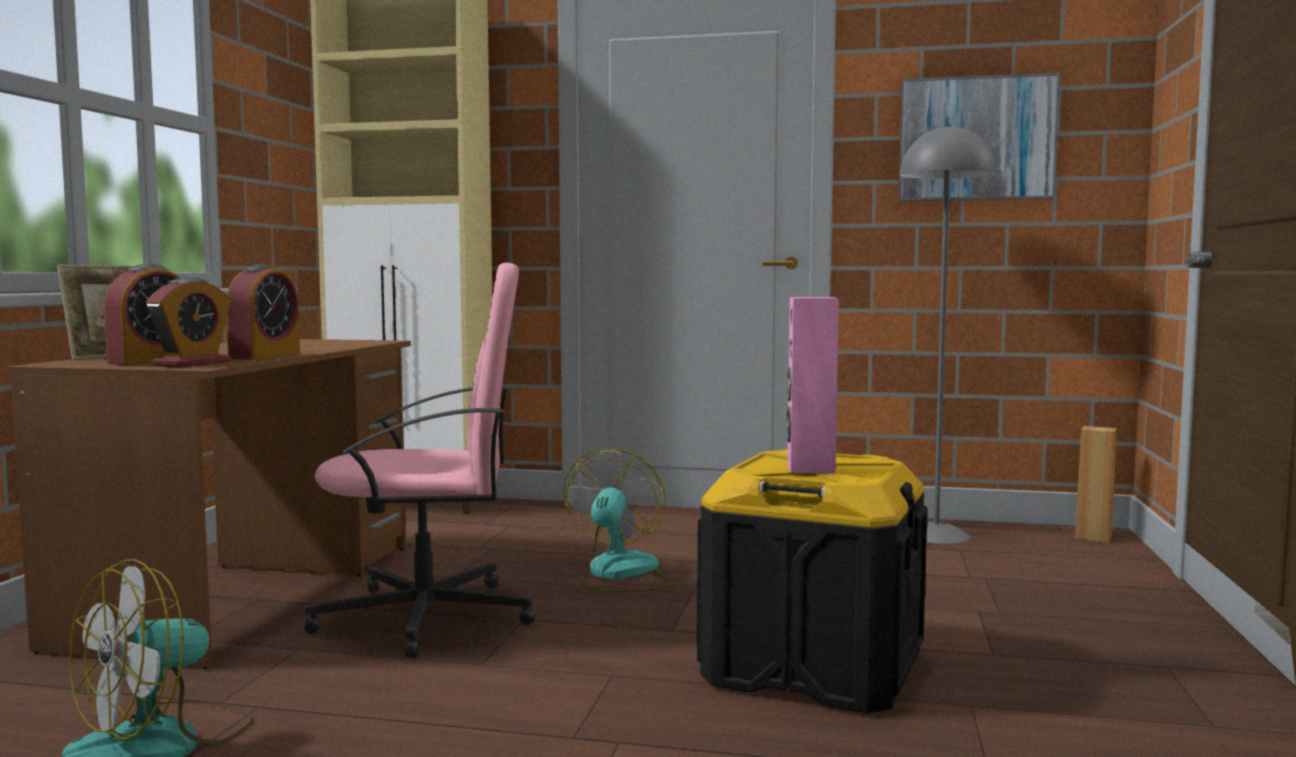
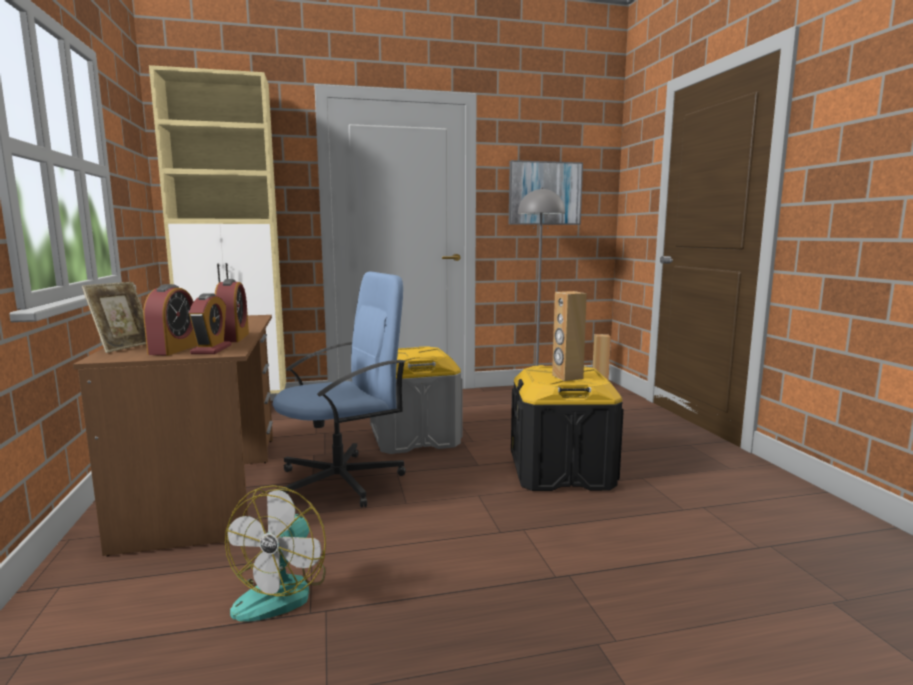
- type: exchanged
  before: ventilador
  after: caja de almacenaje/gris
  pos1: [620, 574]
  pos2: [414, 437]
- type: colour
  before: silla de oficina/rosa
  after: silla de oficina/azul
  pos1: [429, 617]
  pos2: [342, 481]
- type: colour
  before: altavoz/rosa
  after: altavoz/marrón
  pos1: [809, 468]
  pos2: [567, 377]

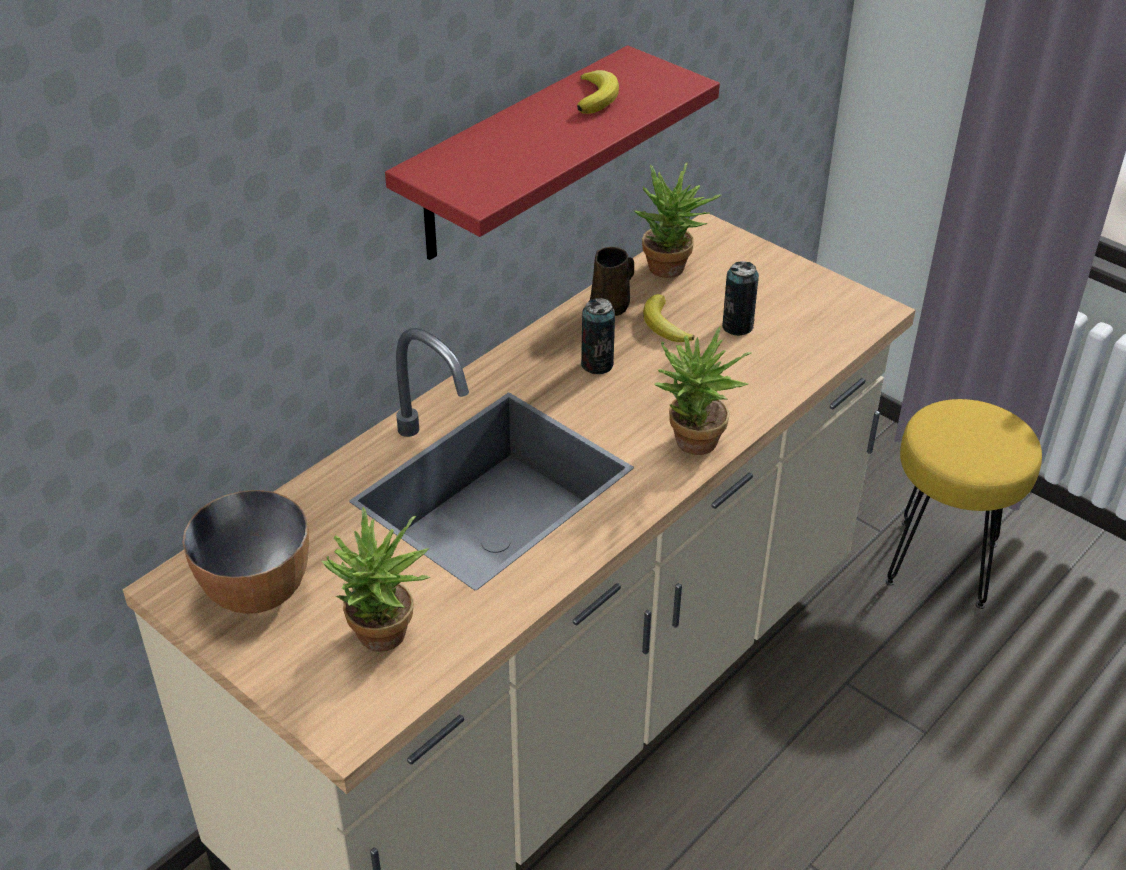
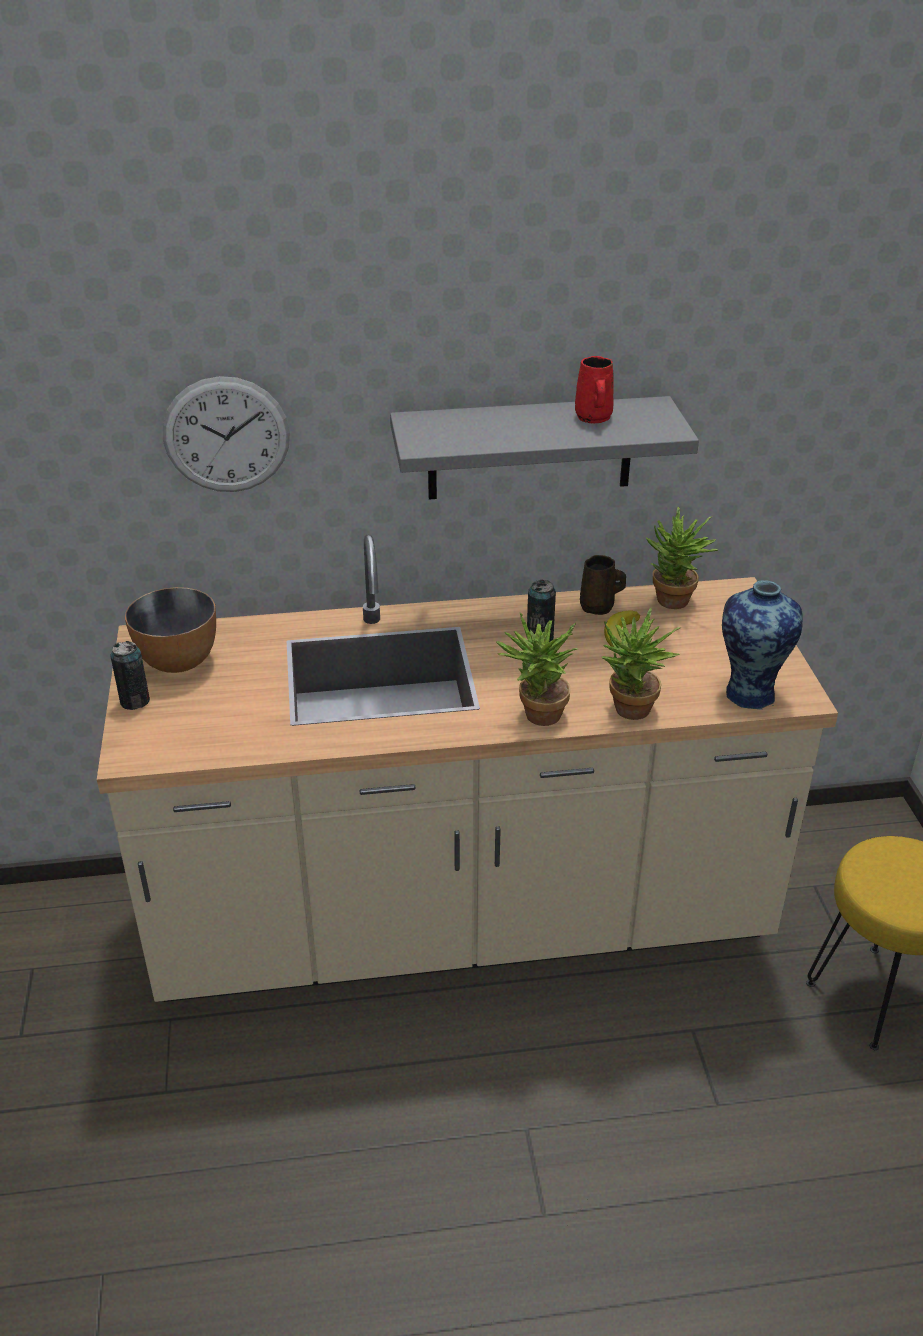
- type: appeared
  after: reloj de pared
  pos2: [226, 435]
- type: appeared
  after: florero
  pos2: [749, 692]
- type: relocated
  before: planta en maceta
  pos1: [383, 641]
  pos2: [629, 713]
- type: relocated
  before: lata
  pos1: [737, 326]
  pos2: [135, 701]
- type: exchanged
  before: plátano
  after: taza grande/rojo
  pos1: [597, 96]
  pos2: [593, 418]
- type: colour
  before: estante/rojo
  after: estante/gris
  pos1: [515, 156]
  pos2: [530, 448]

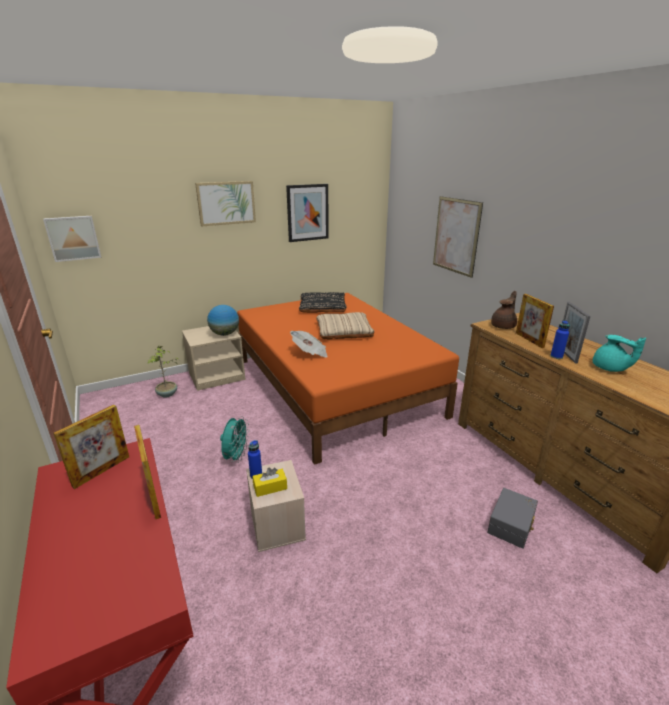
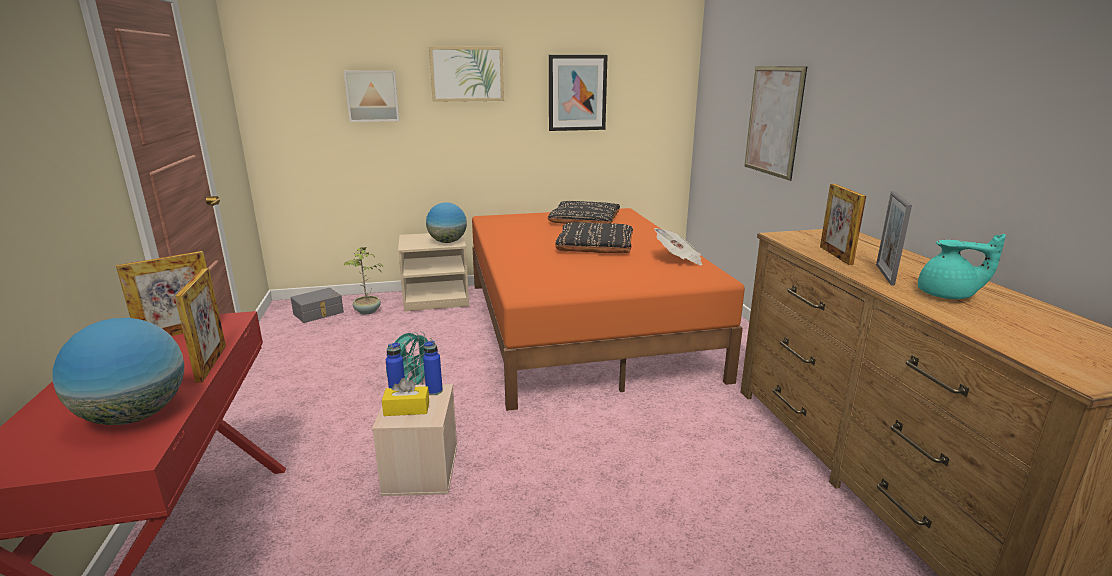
- type: missing
  before: tetera/marrón
  pos1: [504, 326]
- type: appeared
  after: globo terráqueo
  pos2: [134, 416]
- type: relocated
  before: cuadro
  pos1: [73, 238]
  pos2: [372, 96]
- type: relocated
  before: periódico
  pos1: [310, 353]
  pos2: [678, 260]
- type: relocated
  before: caja de almacenaje/gris
  pos1: [512, 525]
  pos2: [319, 313]
- type: relocated
  before: botella/azul
  pos1: [556, 356]
  pos2: [434, 391]
- type: colour
  before: cojín/beis
  after: cojín/negro
  pos1: [344, 330]
  pos2: [595, 245]
- type: spun
  before: tetera/turquesa
  pos1: [609, 368]
  pos2: [947, 296]
  turn: -45

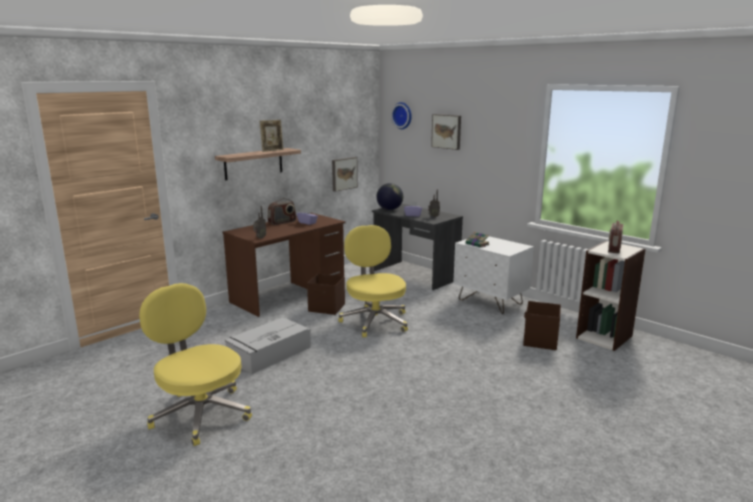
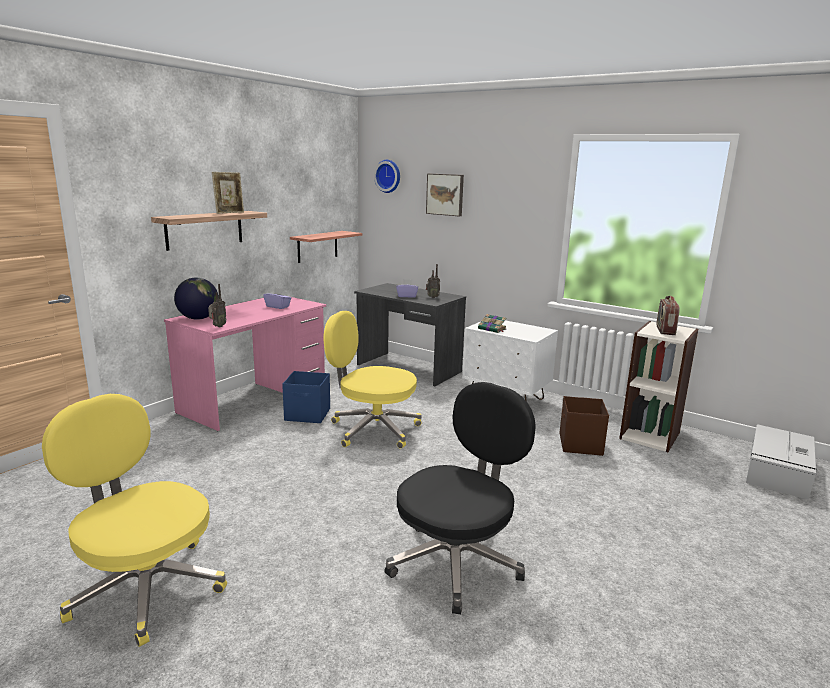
- type: missing
  before: radio
  pos1: [282, 222]
- type: appeared
  after: silla de oficina/negro
  pos2: [457, 561]
- type: relocated
  before: caja de almacenaje/gris
  pos1: [268, 354]
  pos2: [778, 471]
- type: relocated
  before: globo terráqueo
  pos1: [389, 209]
  pos2: [198, 318]
- type: exchanged
  before: cuadro
  after: estante
  pos1: [343, 173]
  pos2: [317, 246]
- type: colour
  before: escritorio/marrón
  after: escritorio/rosa
  pos1: [289, 294]
  pos2: [255, 399]
- type: colour
  before: caja de almacenaje/marrón
  after: caja de almacenaje/azul
  pos1: [327, 308]
  pos2: [308, 415]
- type: spun
  before: silla de oficina/amarillo
  pos1: [374, 321]
  pos2: [373, 429]
  turn: -45

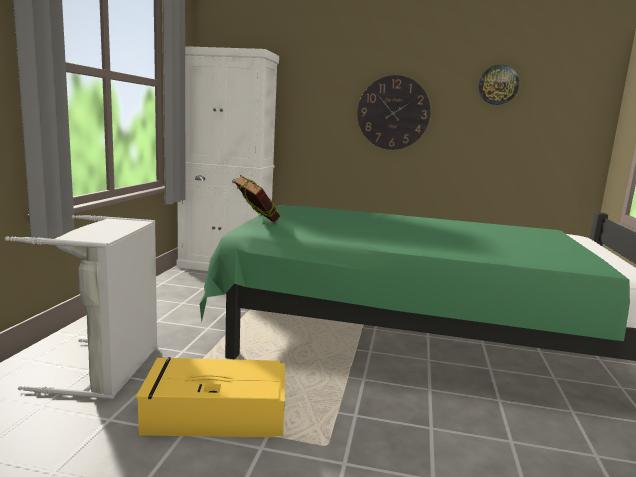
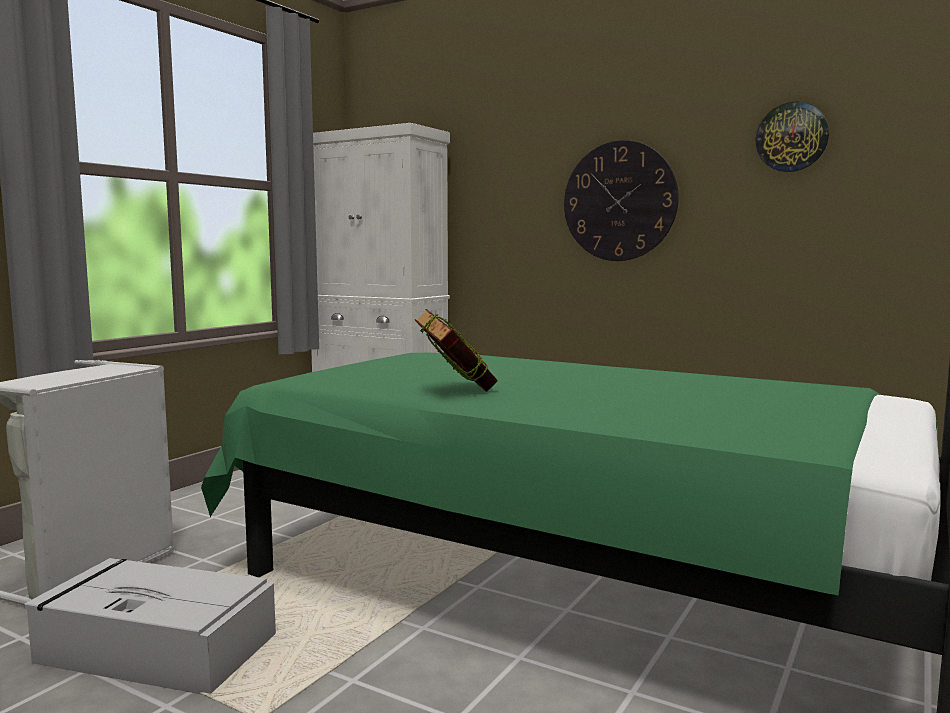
- type: relocated
  before: libro
  pos1: [256, 222]
  pos2: [456, 390]
- type: colour
  before: caja de almacenaje/amarillo
  after: caja de almacenaje/gris
  pos1: [214, 413]
  pos2: [154, 648]

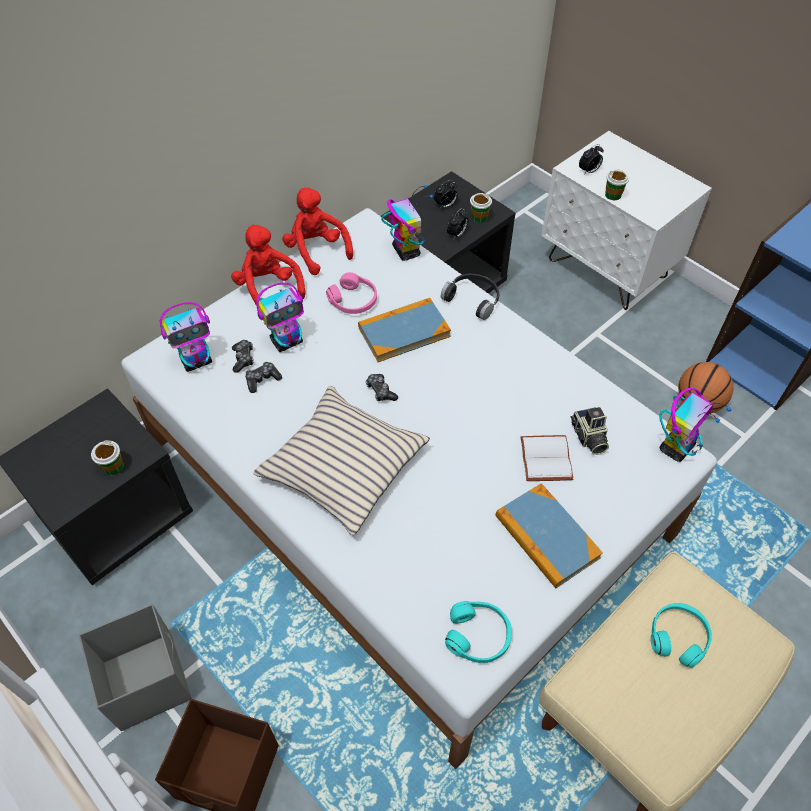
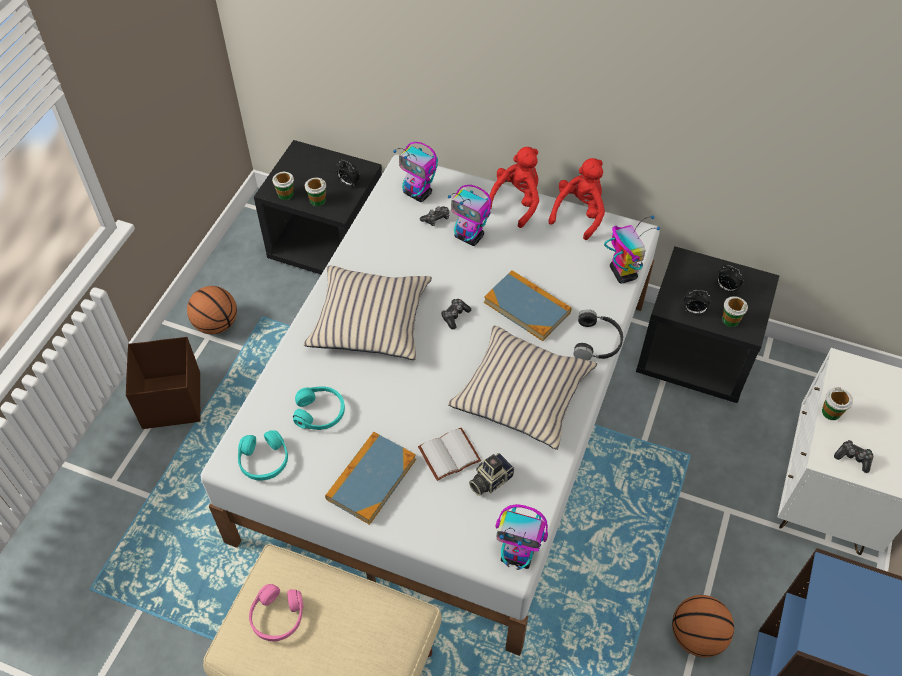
- type: appeared
  after: taza
  pos2: [286, 194]
- type: appeared
  after: cojín/beis
  pos2: [522, 393]
- type: relocated
  before: mando de consola
  pos1: [262, 380]
  pos2: [853, 458]
- type: relocated
  before: auriculares/rosa
  pos1: [353, 300]
  pos2: [277, 616]
- type: relocated
  before: despertador
  pos1: [589, 171]
  pos2: [348, 183]
- type: relocated
  before: auriculares/turquesa
  pos1: [678, 637]
  pos2: [320, 412]
- type: exchanged
  before: caja de almacenaje/gris
  after: balón de baloncesto
  pos1: [147, 679]
  pos2: [216, 324]
- type: spun
  before: robot de juguete
  pos1: [405, 251]
  pos2: [622, 273]
  turn: -60

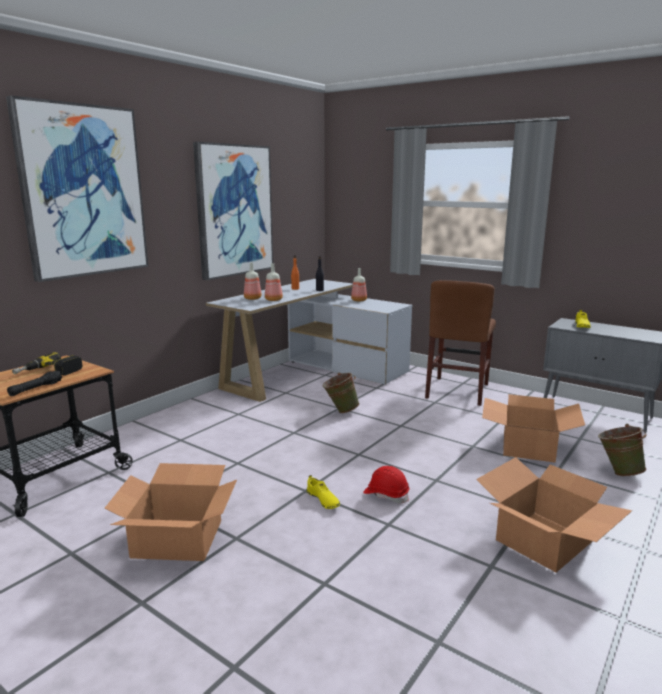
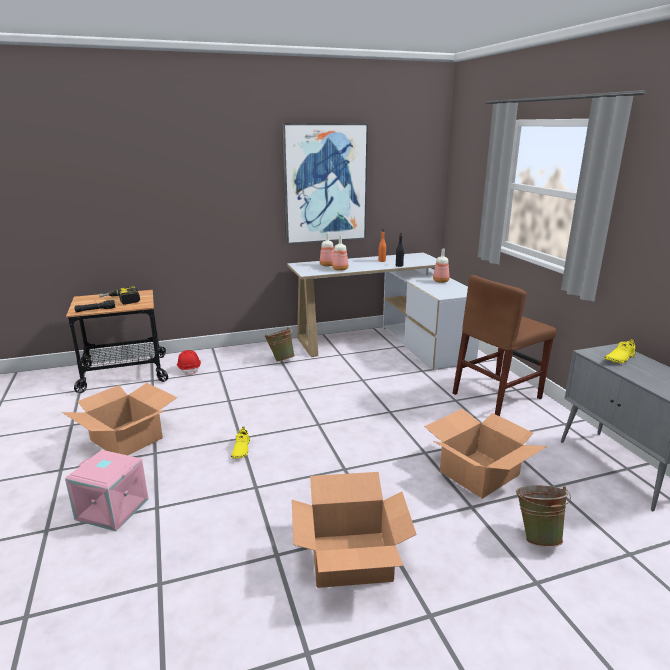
- type: missing
  before: cuadro
  pos1: [83, 191]
- type: appeared
  after: caja de almacenaje/rosa
  pos2: [111, 510]
- type: relocated
  before: cubo/verde
  pos1: [340, 411]
  pos2: [280, 359]
- type: relocated
  before: casco/rojo
  pos1: [386, 495]
  pos2: [189, 369]

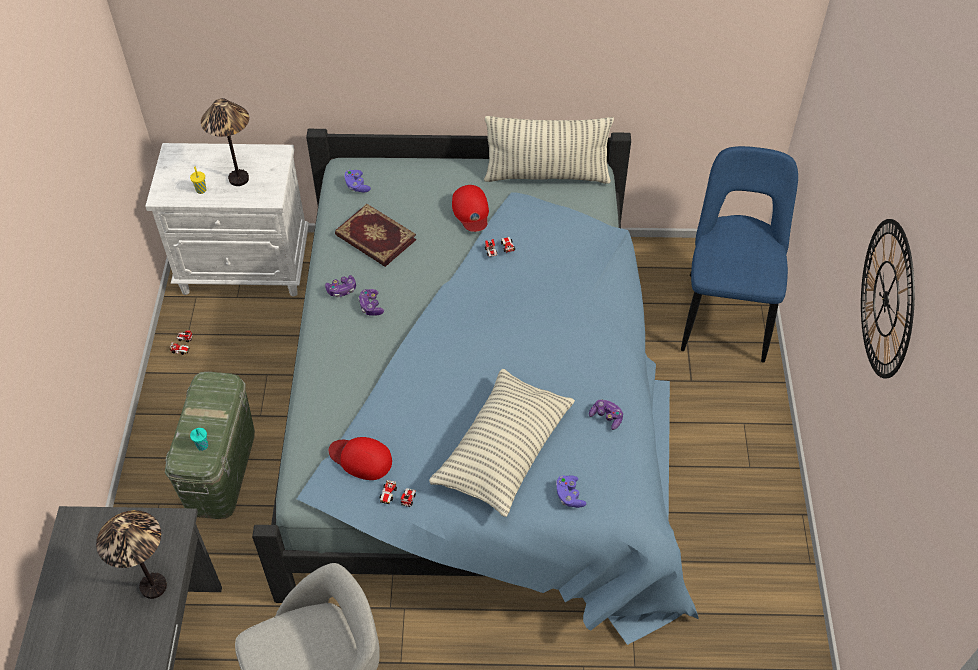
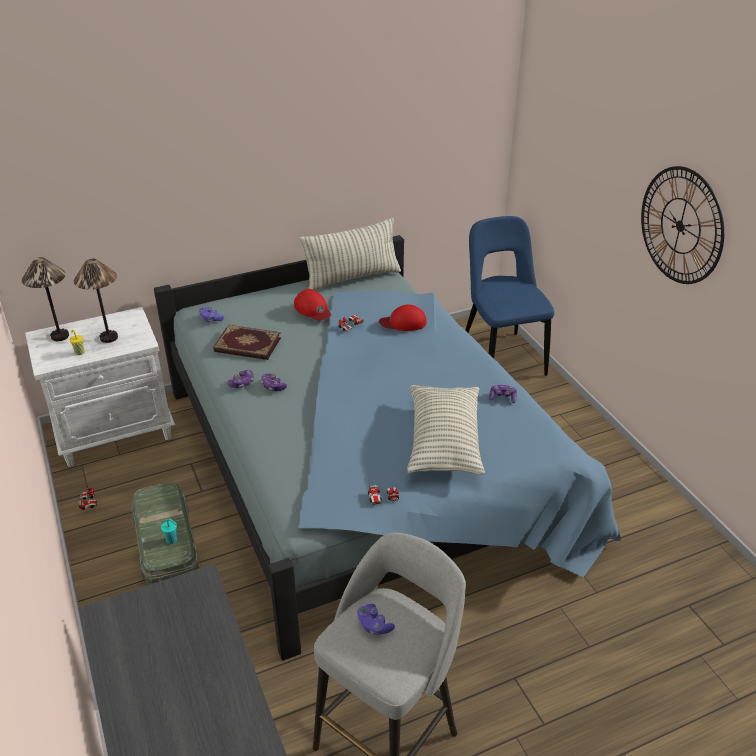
- type: relocated
  before: lámpara de mesa
  pos1: [154, 586]
  pos2: [60, 336]
- type: relocated
  before: gorra/rojo
  pos1: [361, 459]
  pos2: [403, 322]
- type: relocated
  before: mando de consola/morado
  pos1: [569, 496]
  pos2: [374, 625]

